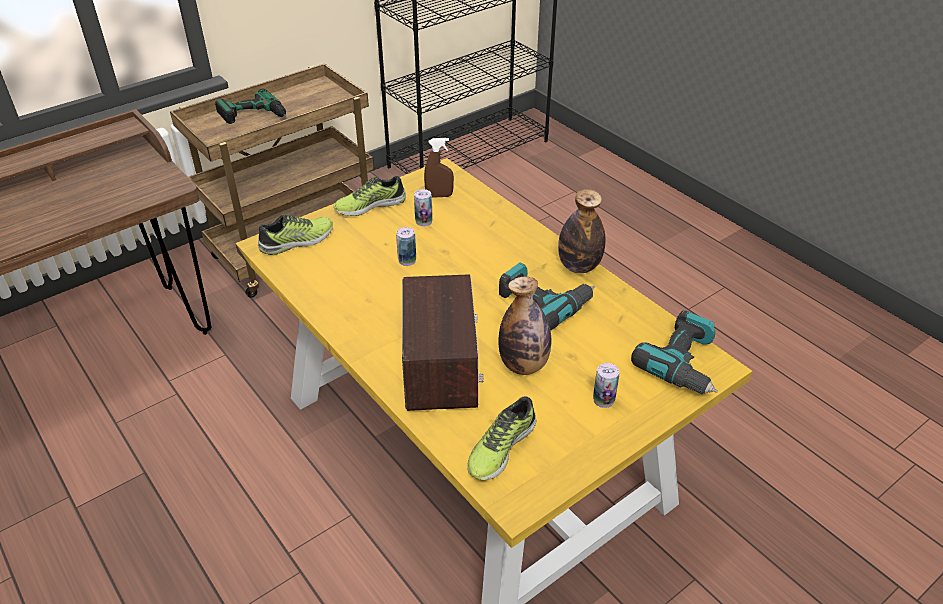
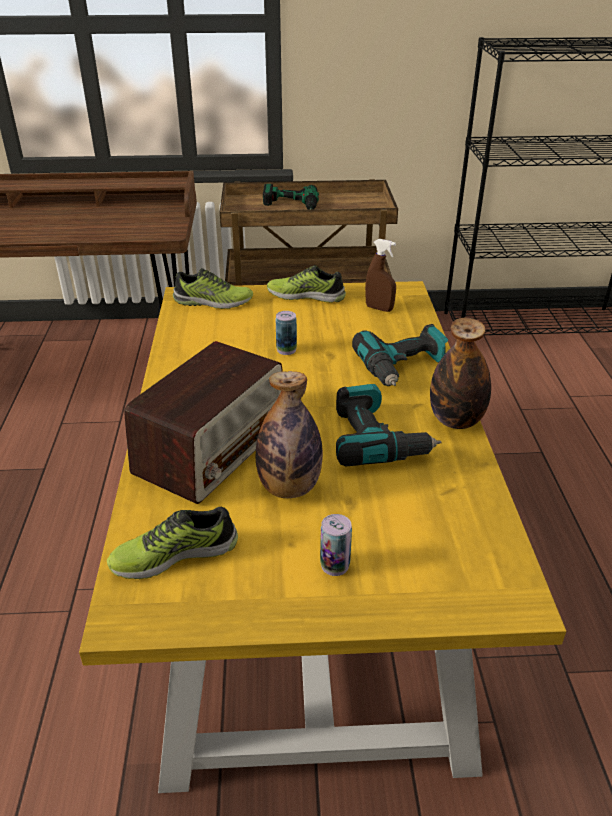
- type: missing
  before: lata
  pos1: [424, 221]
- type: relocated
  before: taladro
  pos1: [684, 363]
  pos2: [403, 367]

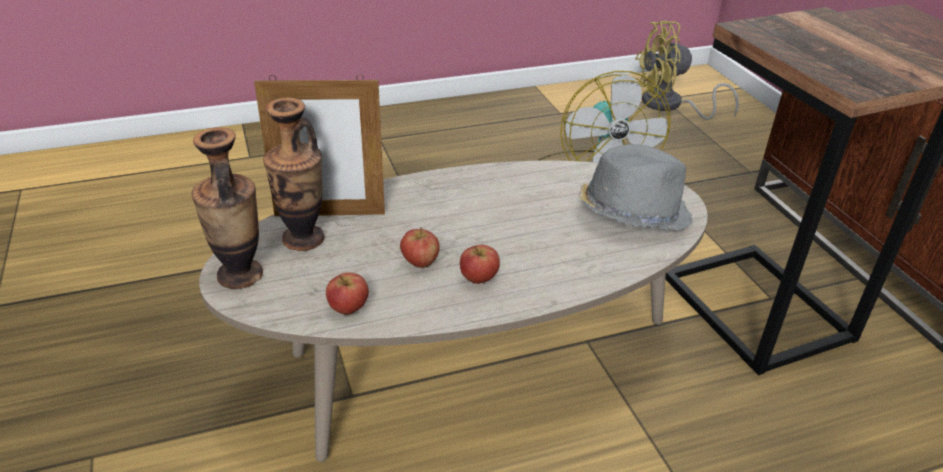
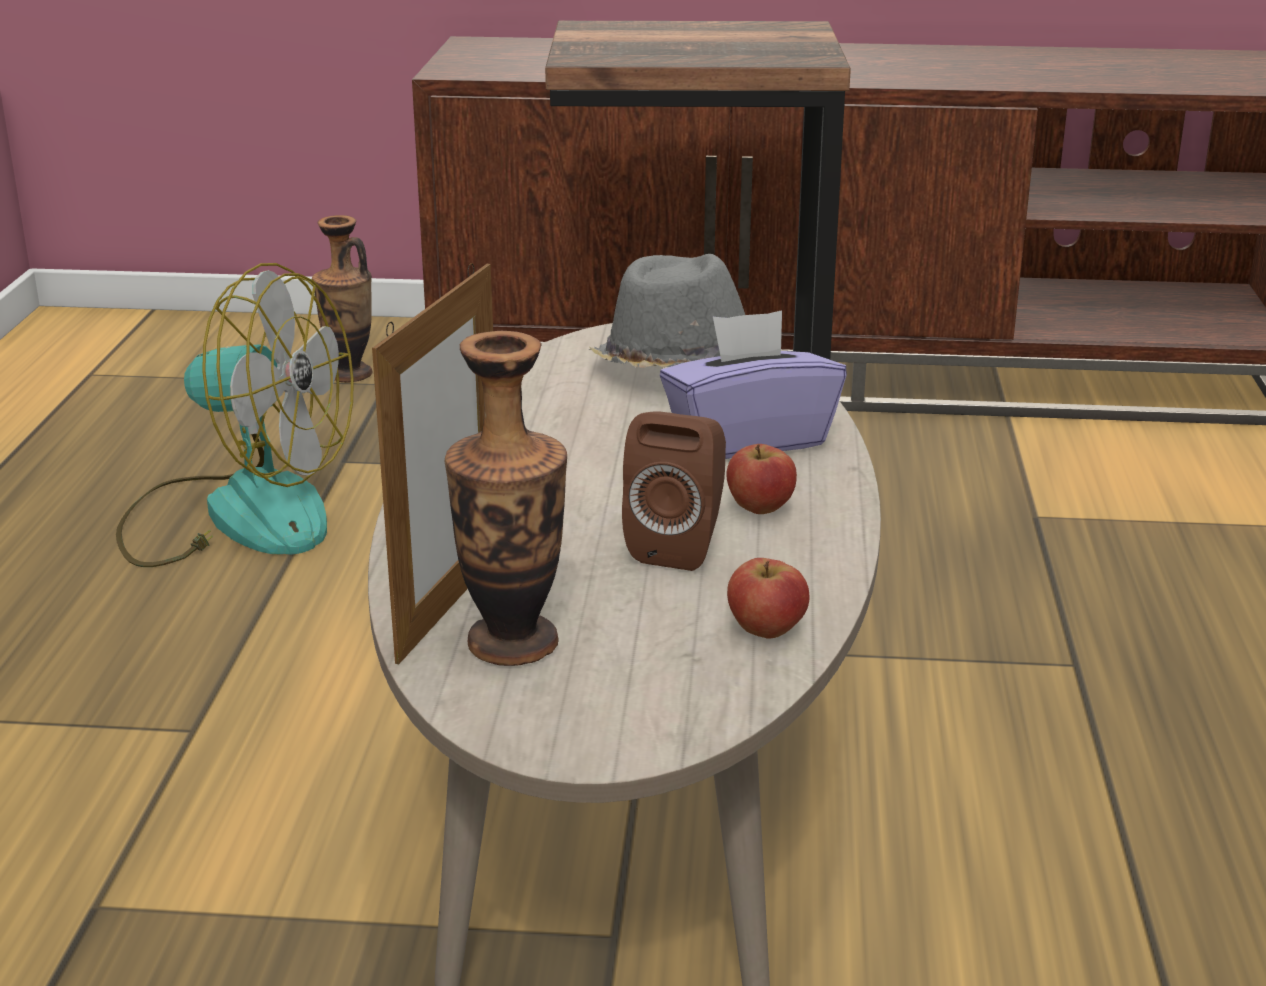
- type: missing
  before: ventilador/amarillo
  pos1: [669, 106]
- type: appeared
  after: caja de pañuelos/morado
  pos2: [748, 439]
- type: relocated
  before: florero
  pos1: [240, 275]
  pos2: [349, 374]
- type: exchanged
  before: manzana
  after: altavoz/marrón
  pos1: [420, 262]
  pos2: [679, 546]

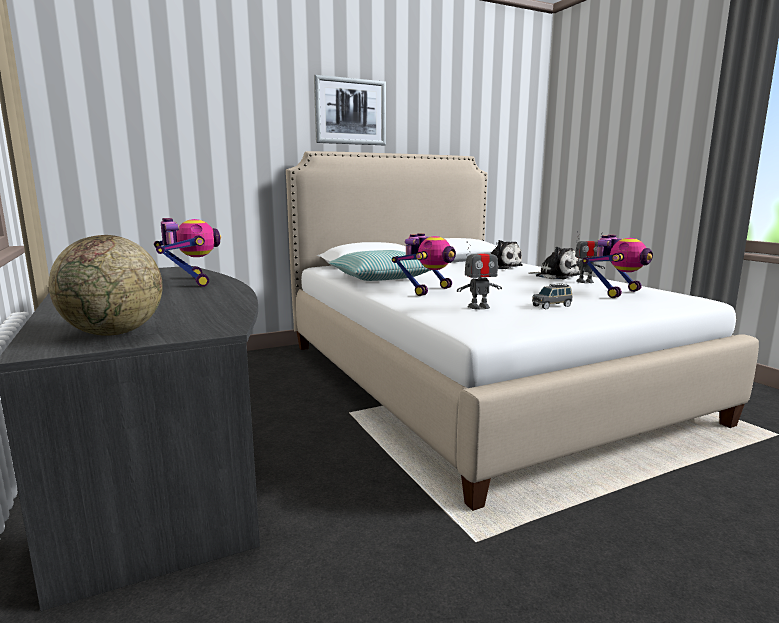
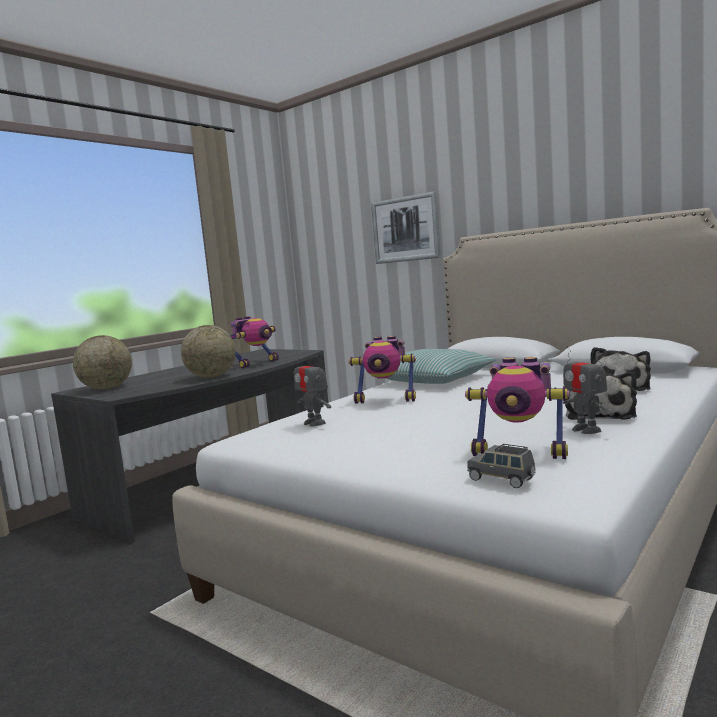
- type: appeared
  after: globo terráqueo
  pos2: [211, 377]
- type: relocated
  before: cuadro
  pos1: [350, 111]
  pos2: [405, 229]
- type: relocated
  before: coche de juguete/gris
  pos1: [552, 306]
  pos2: [502, 480]

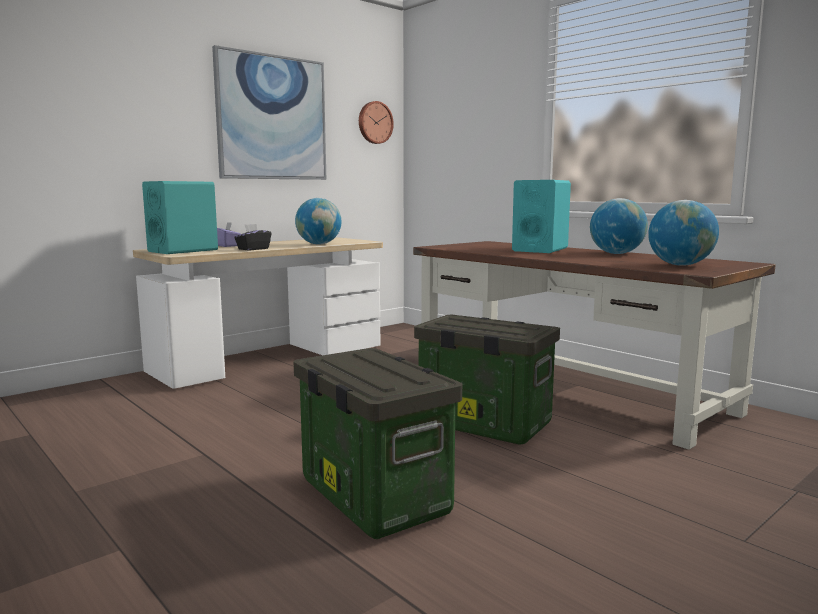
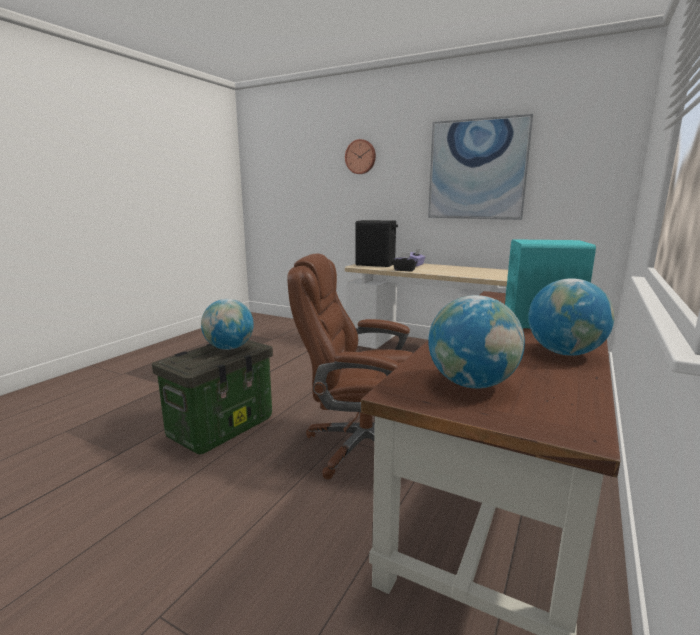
- type: relocated
  before: globo terráqueo
  pos1: [319, 244]
  pos2: [229, 348]
- type: relocated
  before: reloj de pared
  pos1: [374, 122]
  pos2: [361, 157]
- type: exchanged
  before: caja de almacenaje
  after: silla de oficina/marrón
  pos1: [482, 424]
  pos2: [361, 446]
- type: colour
  before: altavoz/turquesa
  after: altavoz/negro
  pos1: [183, 251]
  pos2: [375, 264]

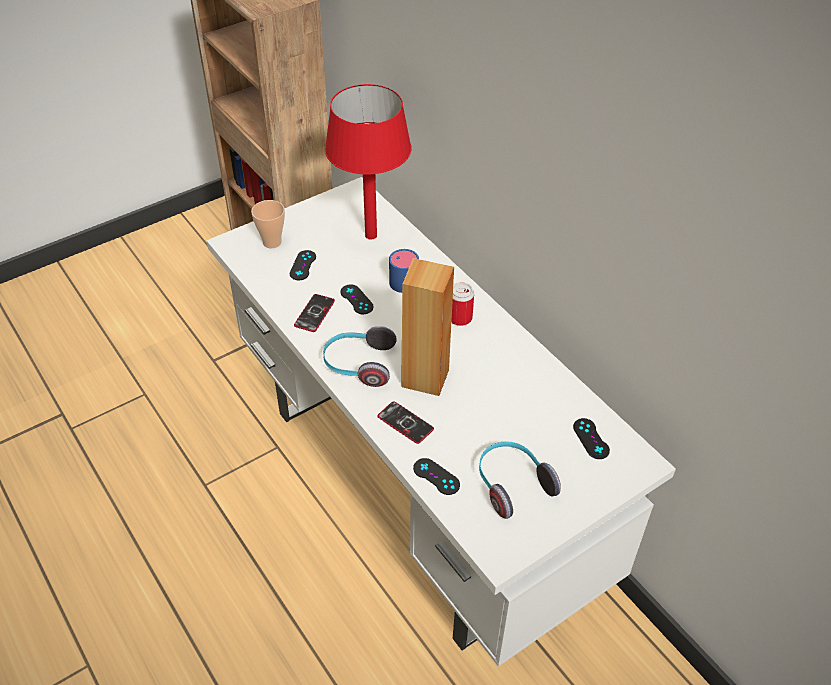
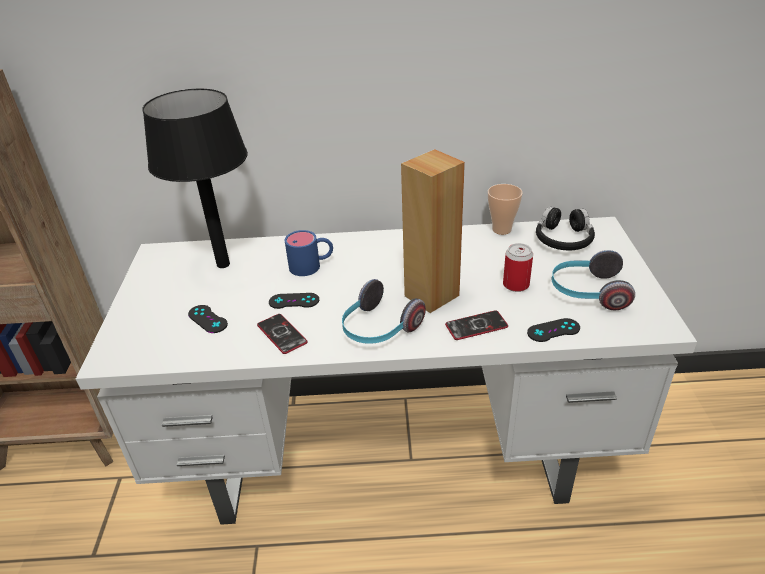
- type: relocated
  before: taza
  pos1: [272, 242]
  pos2: [501, 229]
- type: relocated
  before: lata
  pos1: [460, 318]
  pos2: [516, 285]
- type: exchanged
  before: mando de consola/negro
  after: auriculares/negro
  pos1: [591, 439]
  pos2: [563, 239]
- type: colour
  before: lámpara de mesa/rojo
  after: lámpara de mesa/negro
  pos1: [370, 236]
  pos2: [223, 264]

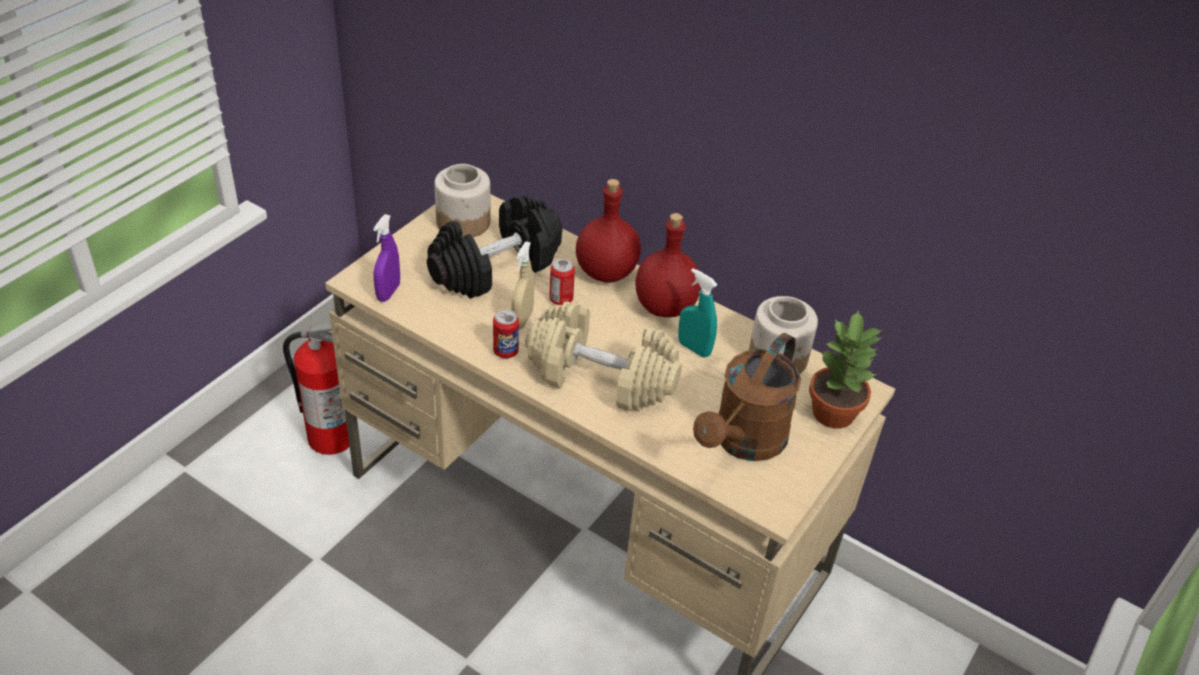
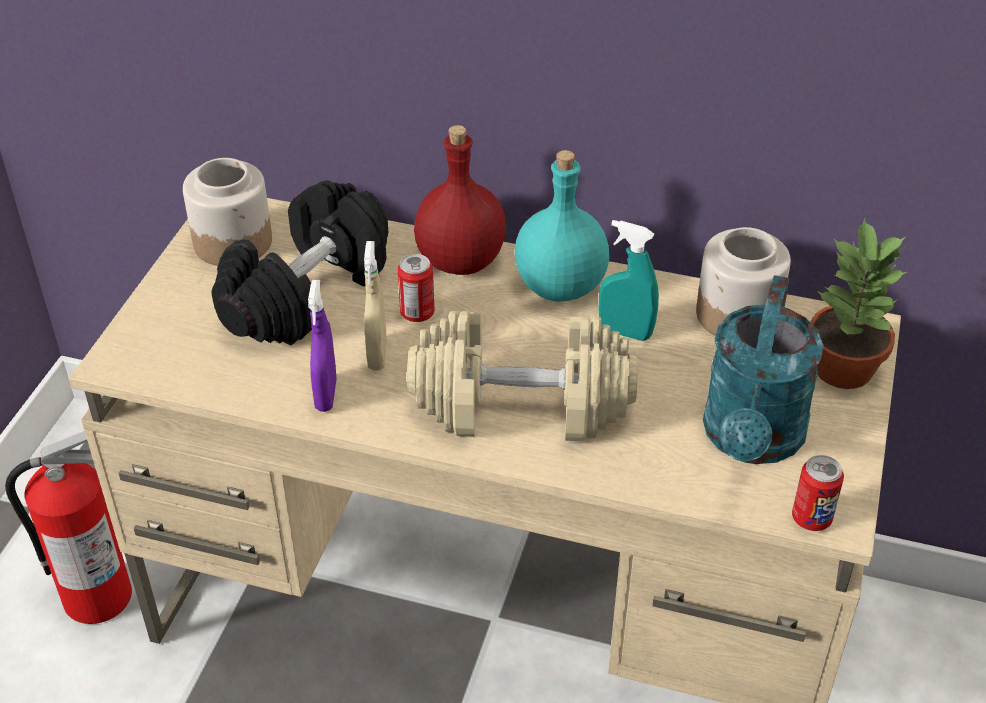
- type: relocated
  before: pulverizador/morado
  pos1: [388, 292]
  pos2: [326, 395]
- type: relocated
  before: lata
  pos1: [505, 351]
  pos2: [811, 518]
- type: colour
  before: botella/rojo
  after: botella/turquesa
  pos1: [663, 306]
  pos2: [558, 287]
- type: colour
  before: regadera/marrón
  after: regadera/turquesa
  pos1: [744, 442]
  pos2: [752, 440]

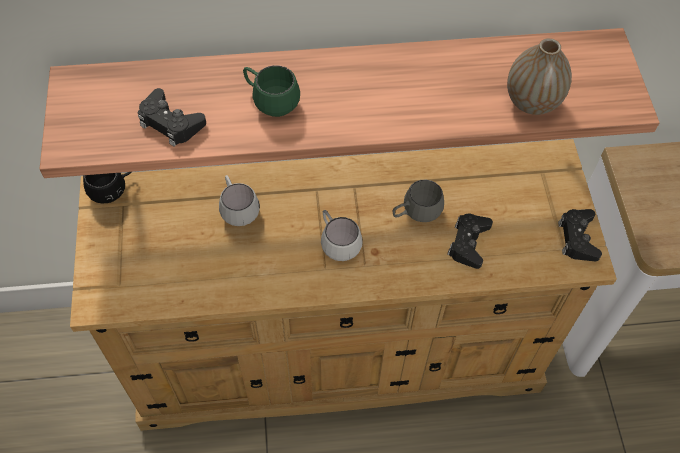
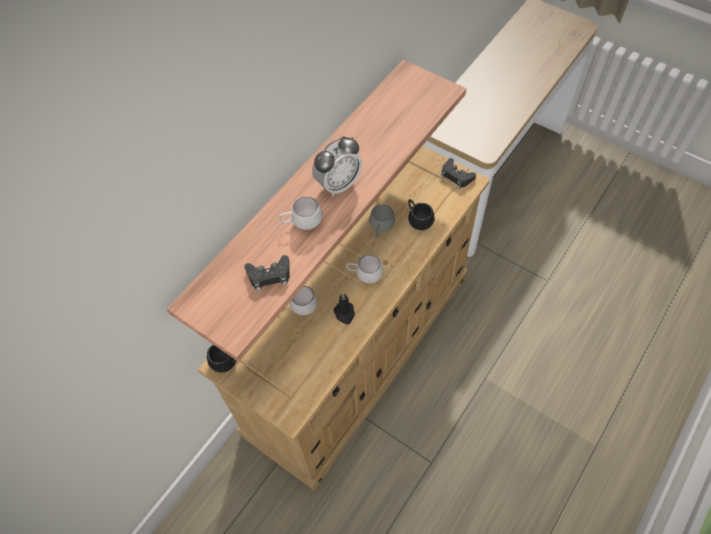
- type: missing
  before: florero
  pos1: [532, 102]
- type: appeared
  after: despertador
  pos2: [338, 184]
- type: appeared
  after: vela/negro
  pos2: [345, 313]
- type: exchanged
  before: mando de consola/negro
  after: taza grande/negro
  pos1: [468, 243]
  pos2: [418, 220]
- type: colour
  before: taza grande/verde
  after: taza grande/blanco
  pos1: [270, 101]
  pos2: [302, 223]

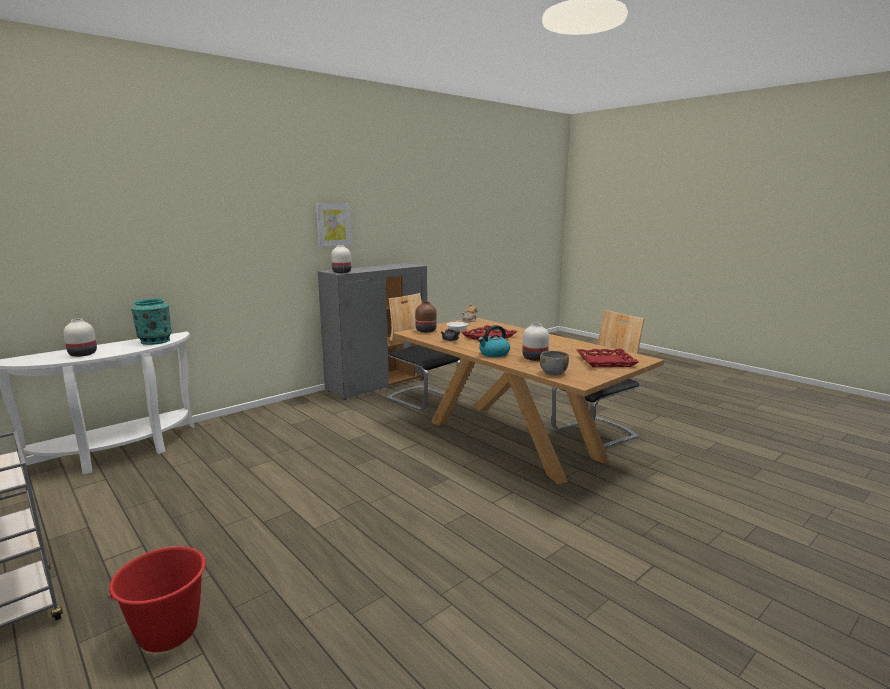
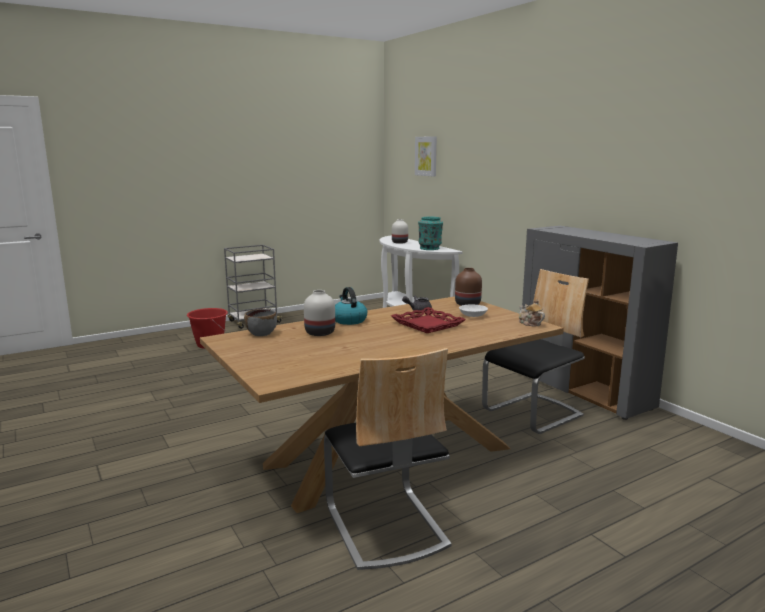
- type: missing
  before: florero/blanco
  pos1: [341, 272]
- type: missing
  before: bandeja/rojo
  pos1: [605, 361]
- type: relocated
  before: cuadro
  pos1: [333, 225]
  pos2: [426, 156]

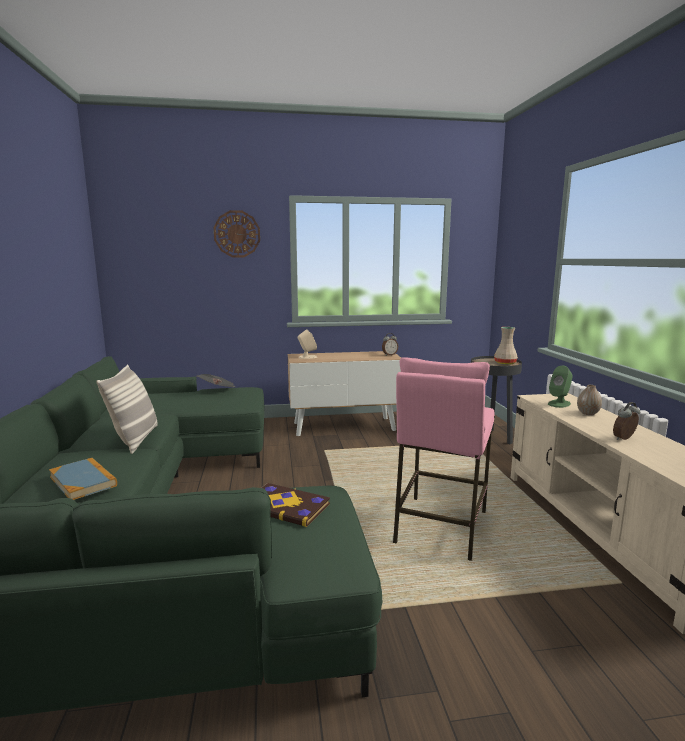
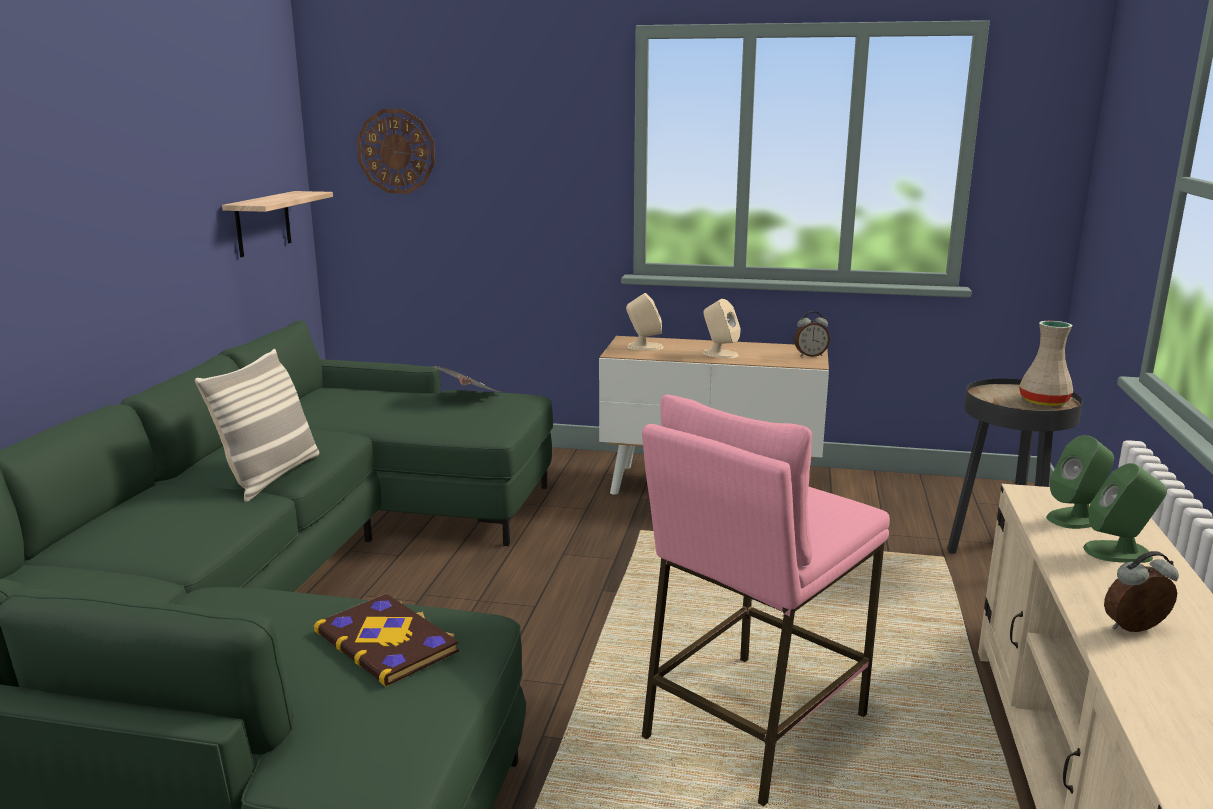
- type: missing
  before: libro
  pos1: [83, 481]
- type: appeared
  after: estante
  pos2: [263, 223]
- type: appeared
  after: altavoz/beis
  pos2: [719, 354]
- type: relocated
  before: reloj de pared
  pos1: [237, 234]
  pos2: [396, 151]
- type: exchanged
  before: florero
  after: altavoz/verde
  pos1: [588, 413]
  pos2: [1118, 552]

